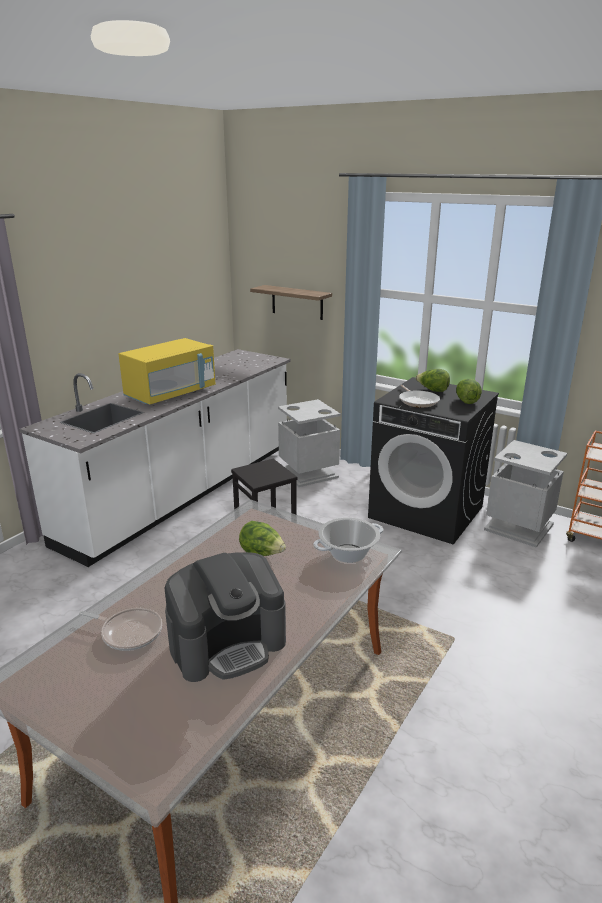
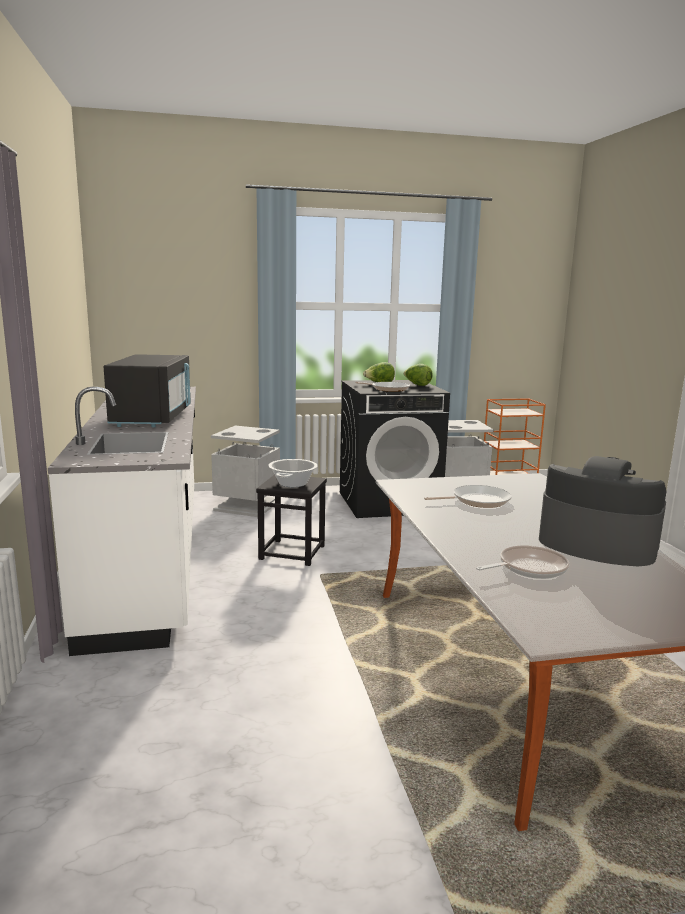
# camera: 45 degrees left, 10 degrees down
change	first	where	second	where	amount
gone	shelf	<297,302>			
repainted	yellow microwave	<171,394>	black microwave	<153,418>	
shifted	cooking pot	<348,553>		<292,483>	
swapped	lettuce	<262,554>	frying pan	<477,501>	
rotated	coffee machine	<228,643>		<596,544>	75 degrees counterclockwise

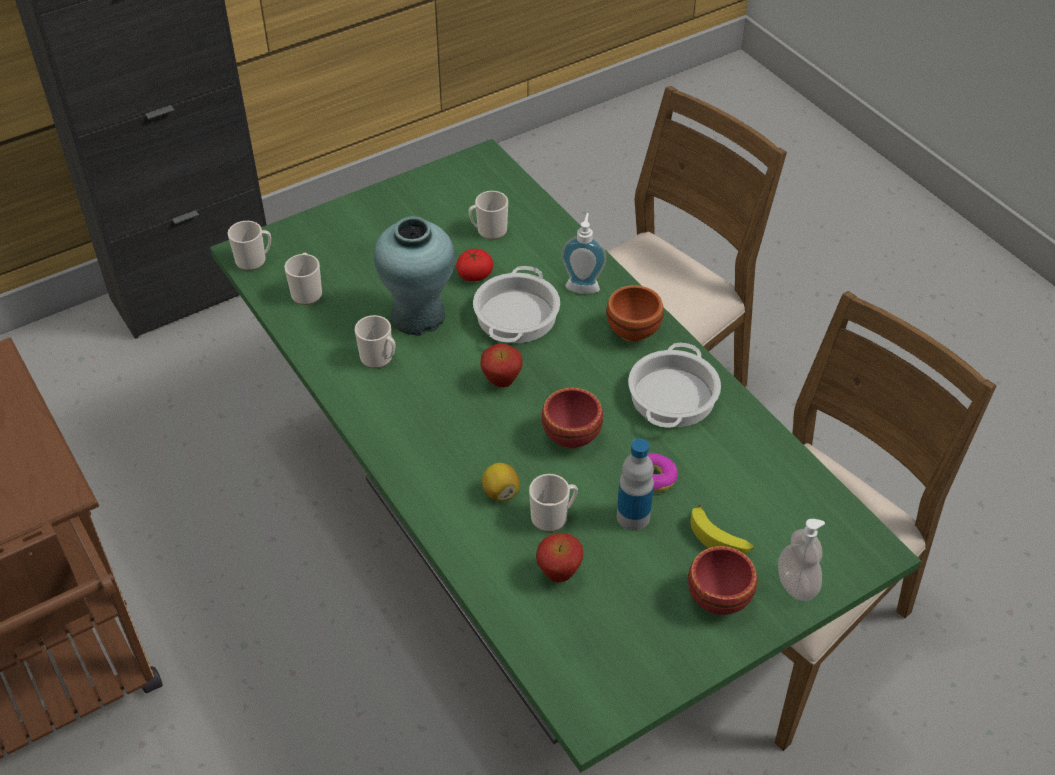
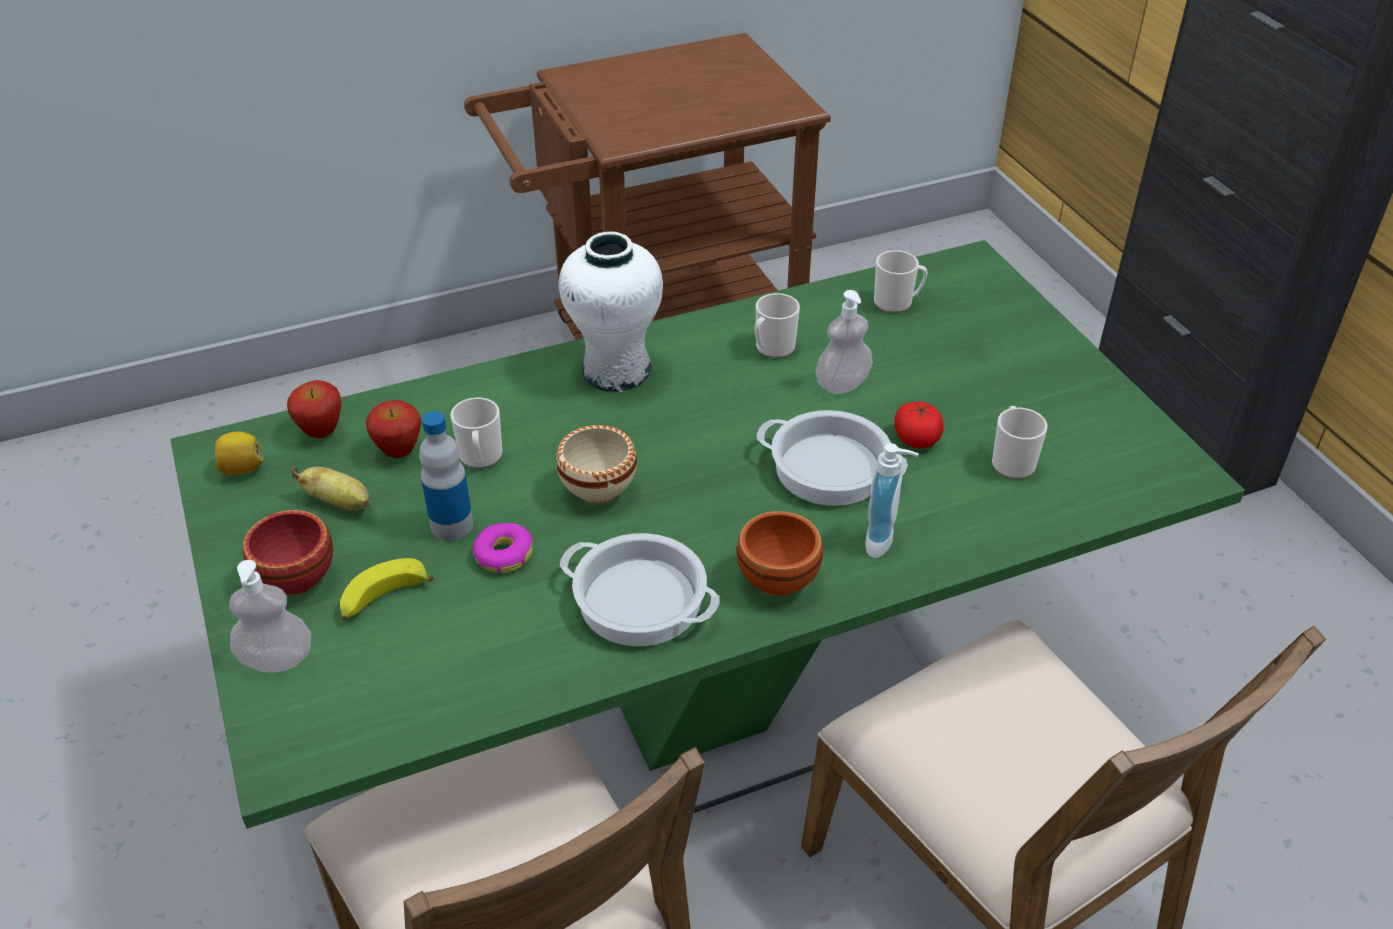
# camera: 100 degrees right, 5 degrees down
change	first	where	second	where	amount
swapped	turquoise vase	<419,316>	soap dispenser	<842,384>	
gone	mug	<254,260>			
shifted	apple	<501,382>		<321,432>	
repainted	red bowl	<573,436>	beige bowl	<599,492>	
shifted	lemon	<500,492>		<242,469>	
new			white vase	<615,370>	
new			banana	<340,503>	

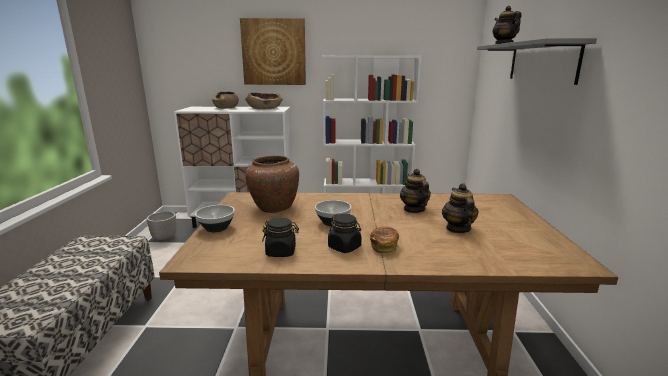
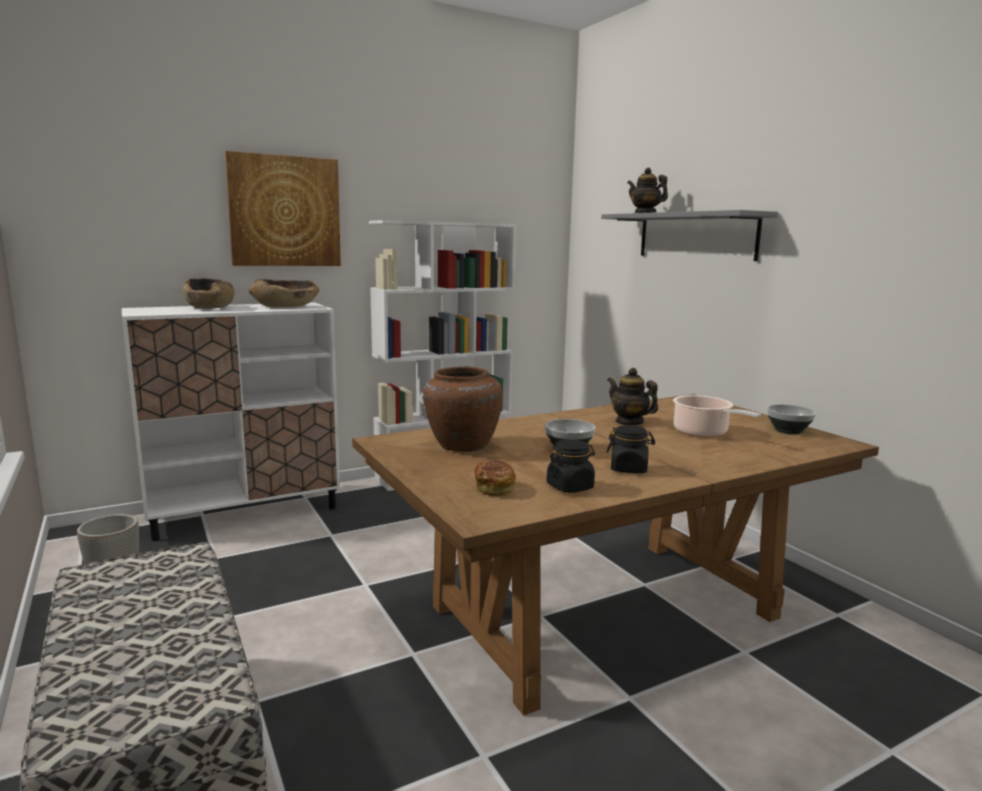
# camera: 30 degrees left, 5 degrees down
change	first	where	second	where	amount
swapped	teapot	<457,229>	cooking pot	<703,433>	
shifted	bowl	<216,228>		<788,431>	
shifted	bread	<384,246>		<494,488>	

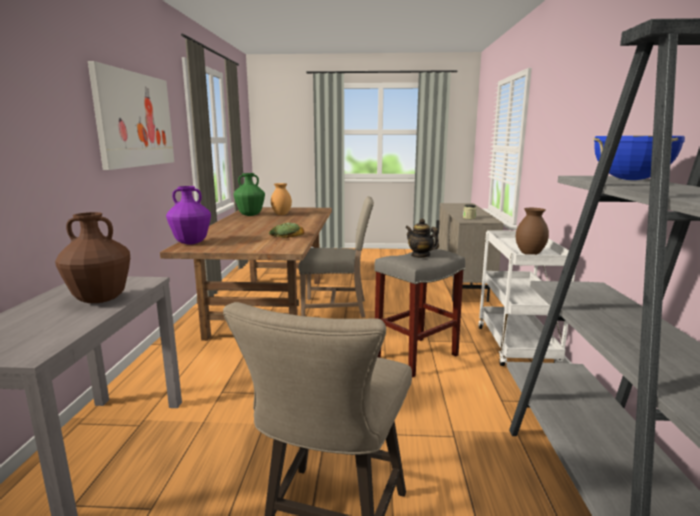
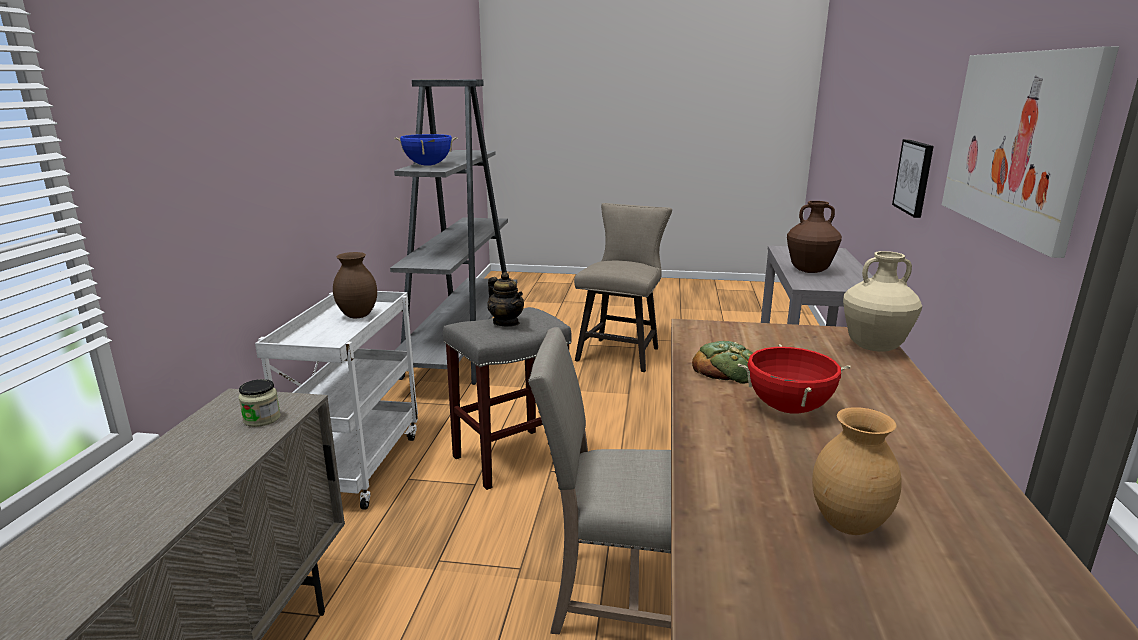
# camera: 175 degrees left, 5 degrees up
change	first	where	second	where	amount
gone	green vase	<250,215>			
repainted	purple vase	<191,243>	beige vase	<873,347>	
new			picture	<914,177>	
new			red cooking pot	<788,408>	

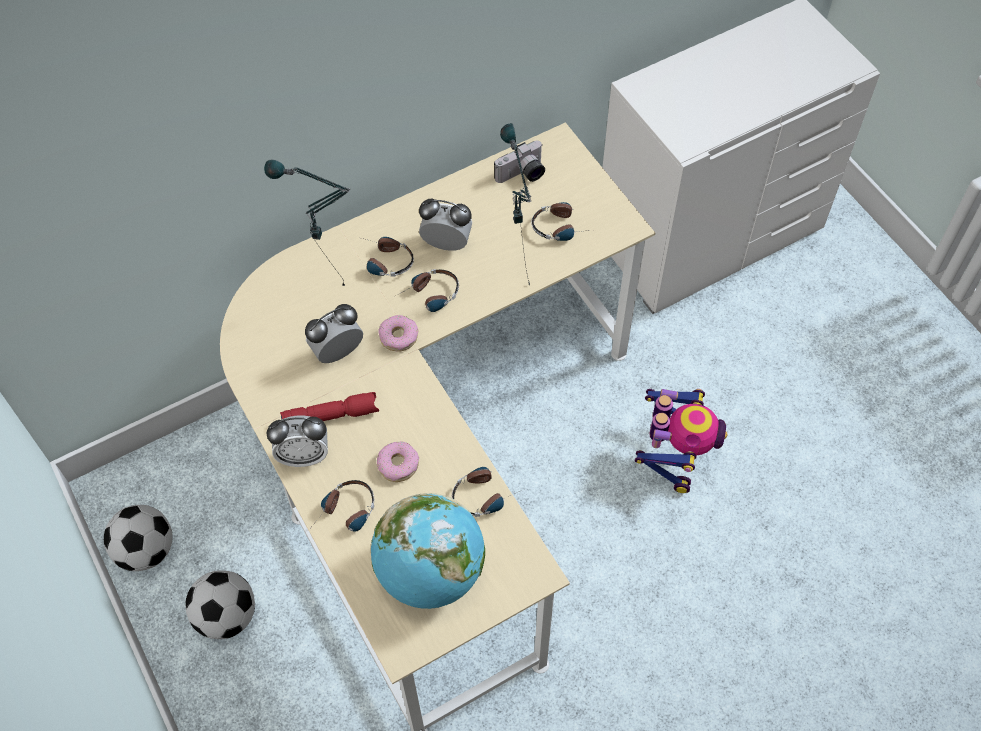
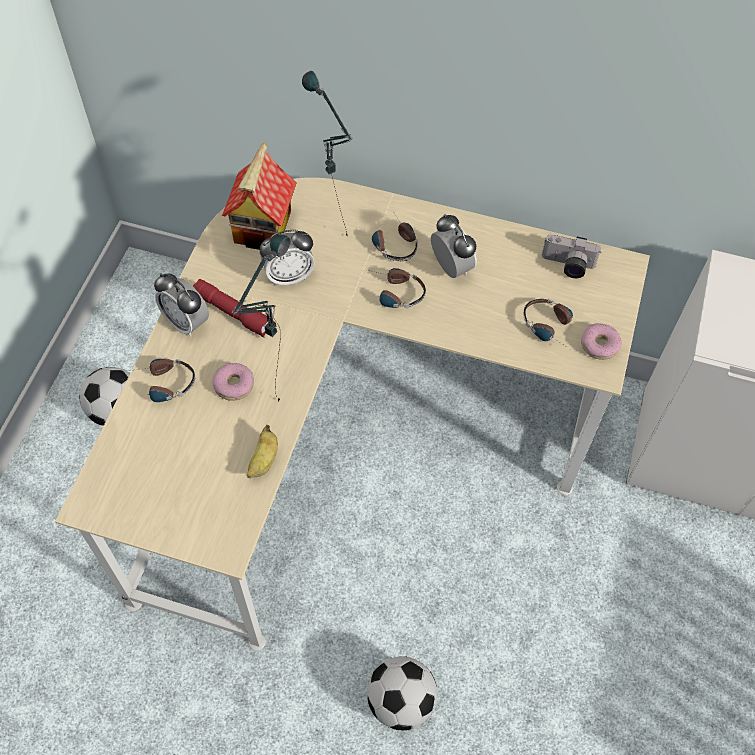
# camera: 45 degrees right, 0 degrees up
change	first	where	second	where	amount
shifted	table lamp	<517,279>		<277,388>	
rotated	alarm clock	<338,352>		<289,276>	150 degrees clockwise
shifted	donut	<398,336>		<599,345>	
gone	toy robot	<674,454>			
swapped	headphones	<486,494>	banana	<263,461>	
gone	globe	<430,573>			
shifted	football	<146,550>		<400,701>	
new			toy house	<263,227>	

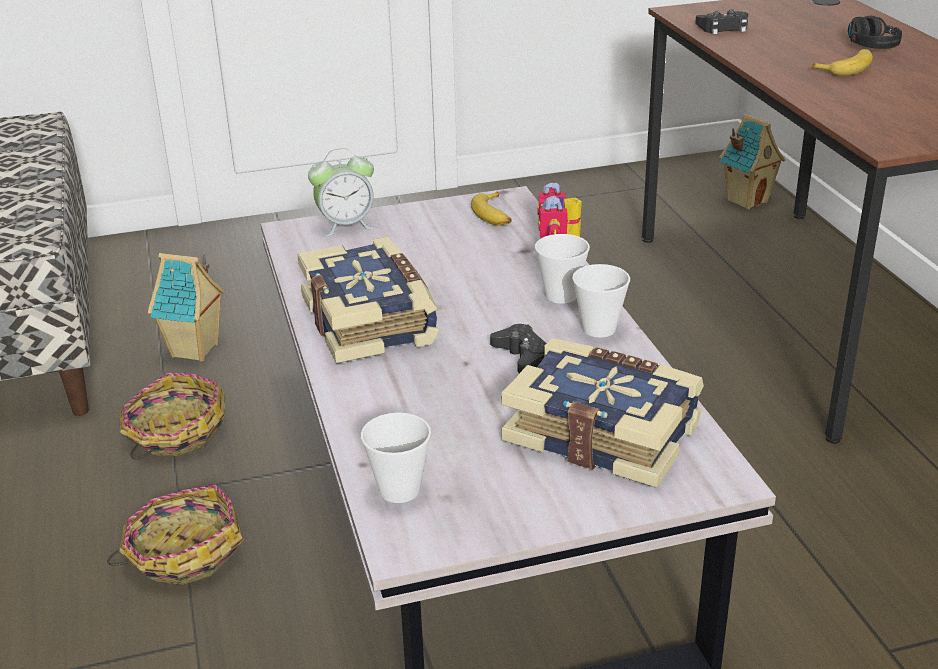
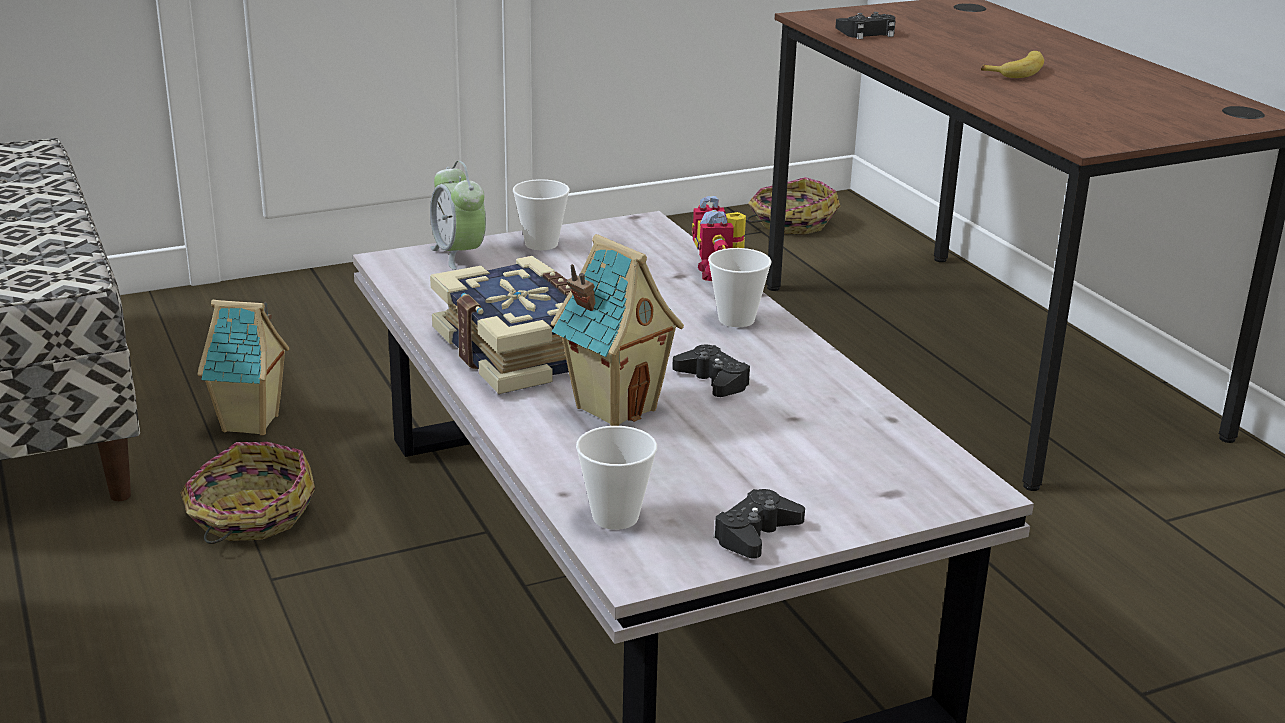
# camera: 10 degrees left, 5 degrees down
change	first	where	second	where	amount
gone	black headphones	<866,44>			
shifted	toy house	<747,200>		<615,407>	
rotated	alarm clock	<346,226>		<458,255>	90 degrees clockwise
gone	banana	<494,215>			
shifted	cup	<599,329>		<541,244>	
gone	book	<603,433>			
shifted	basket	<183,552>		<790,222>	
new			black game controller	<756,534>	

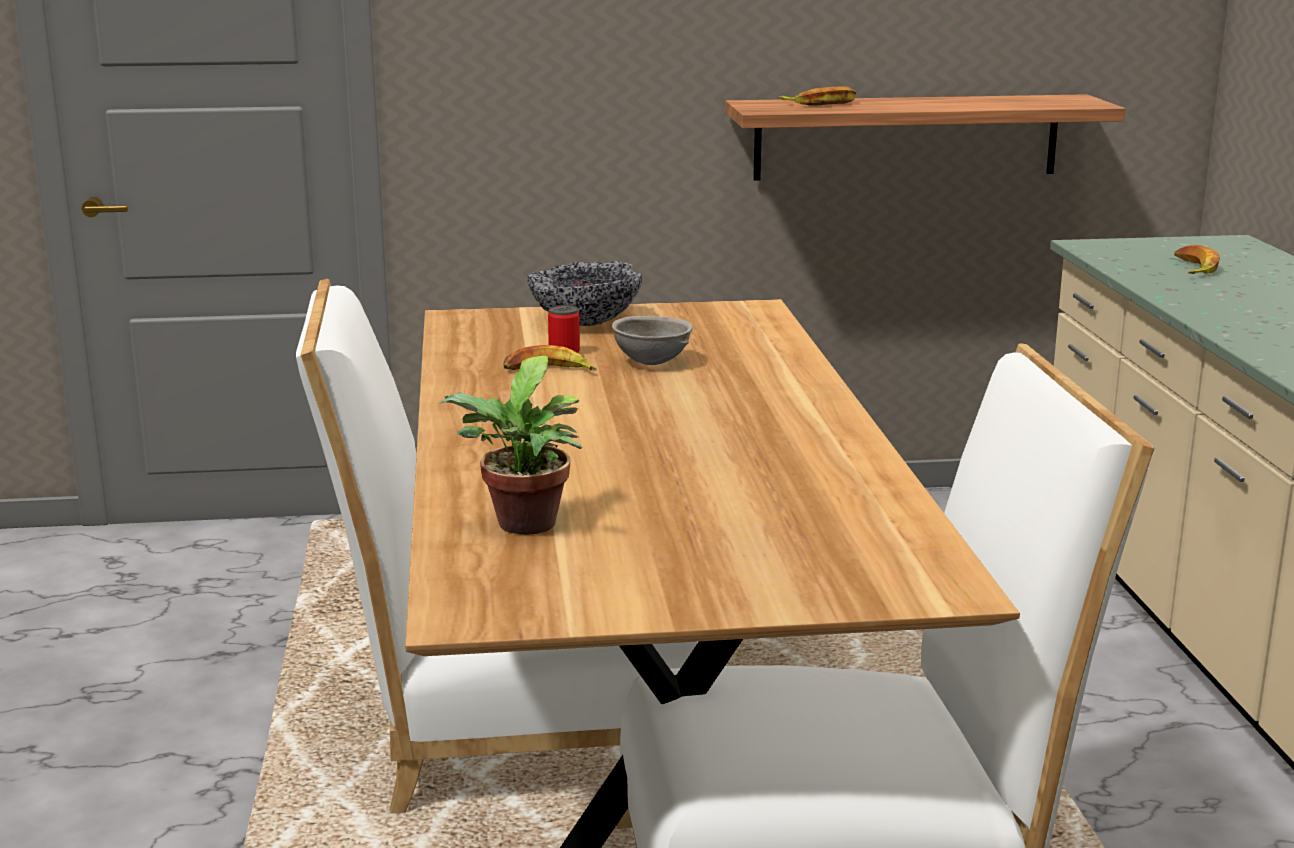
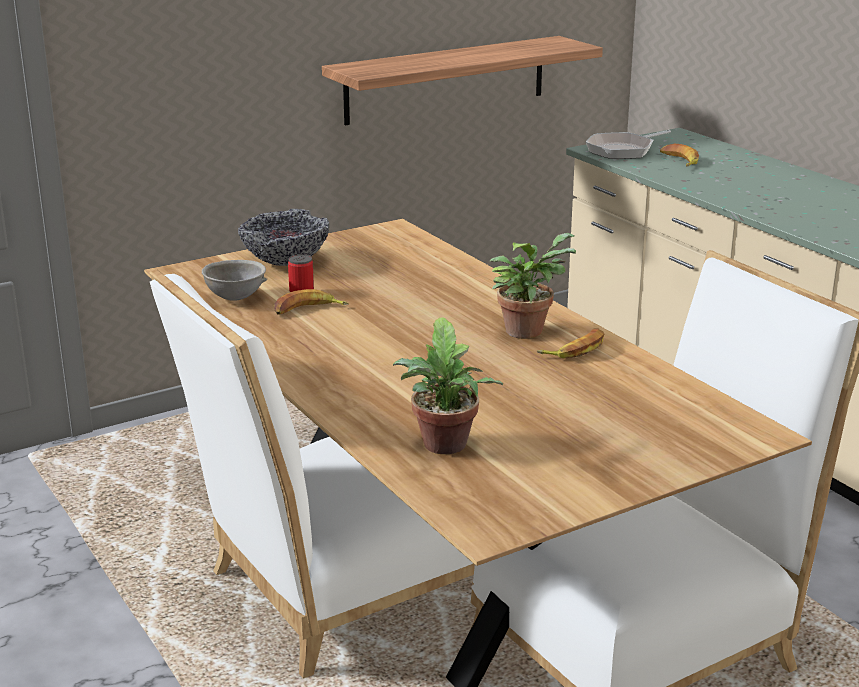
# camera: 25 degrees left, 5 degrees up
change	first	where	second	where	amount
shifted	banana	<821,103>		<575,349>	
shifted	grey bowl	<652,363>		<235,298>	
new			frying pan	<623,150>	
new			potted plant	<526,329>	

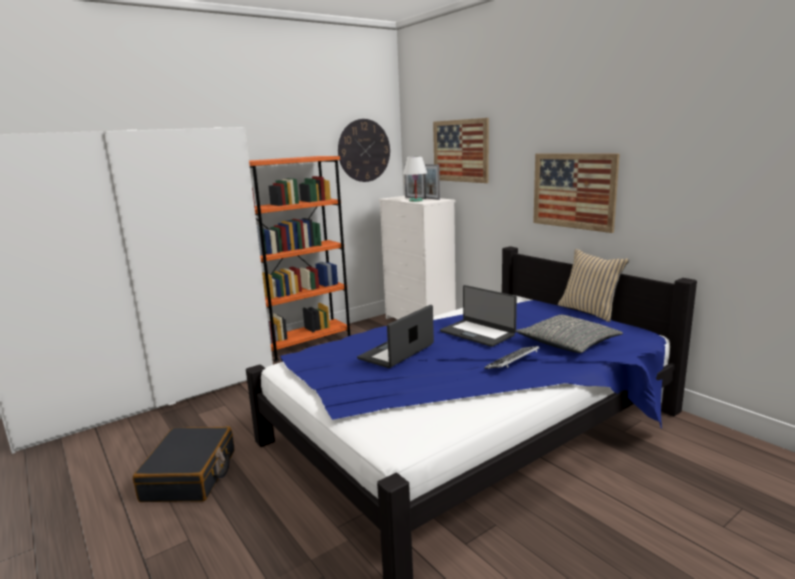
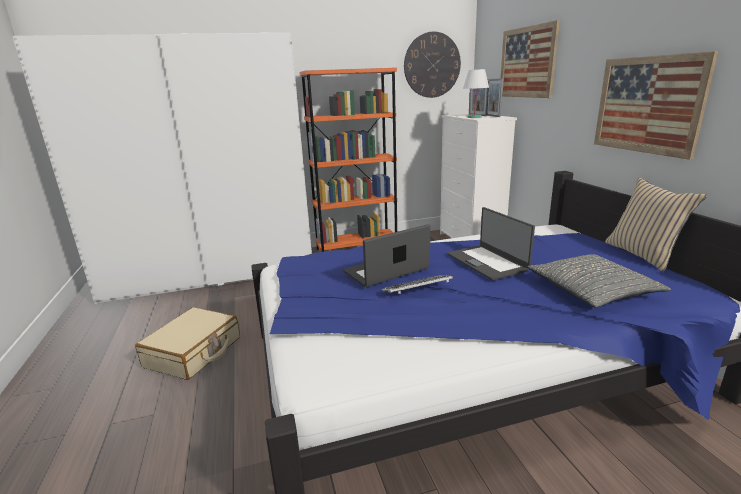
# camera: 20 degrees right, 5 degrees up
change	first	where	second	where	amount
shifted	keyboard	<512,362>		<417,289>	
repainted	black suitcase	<190,475>	beige suitcase	<194,352>	

